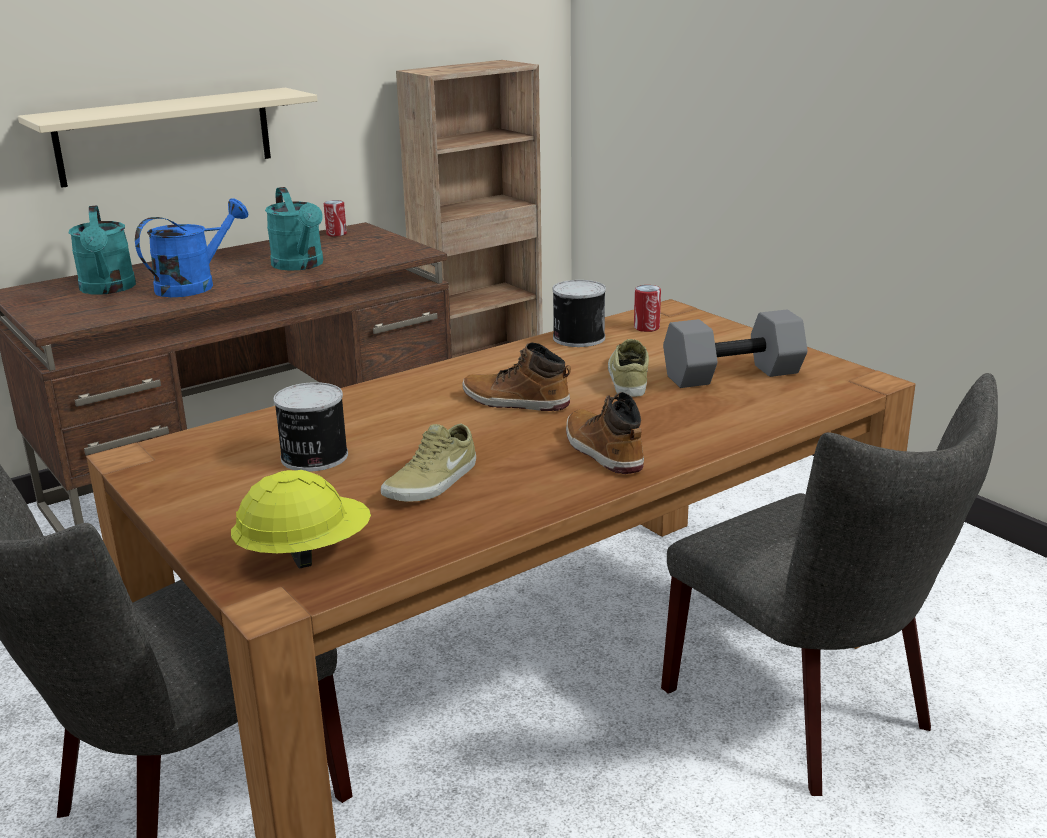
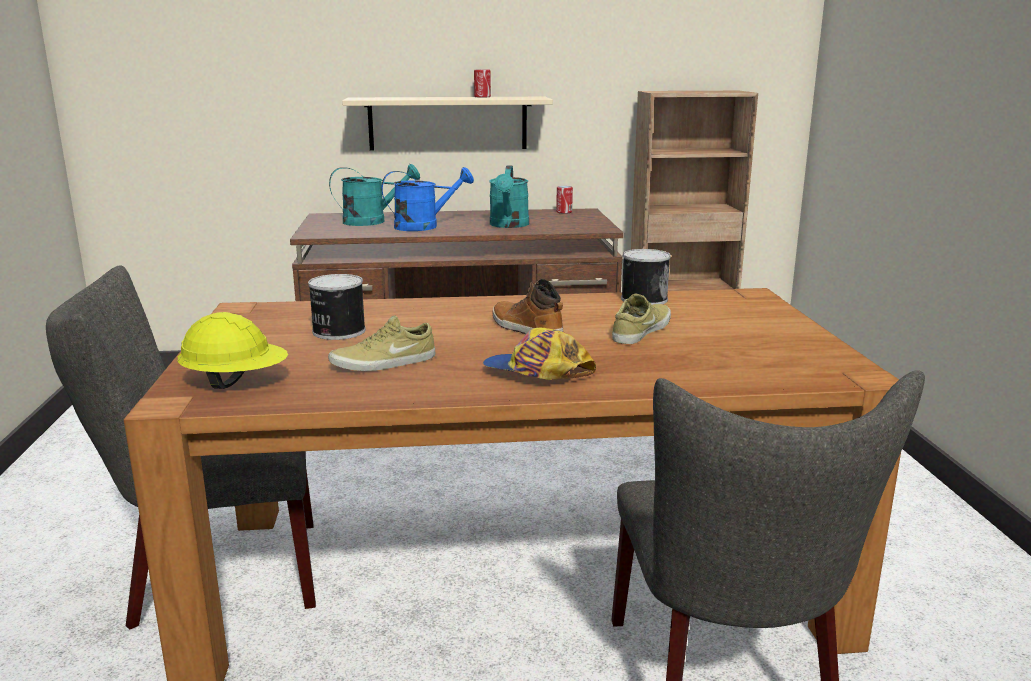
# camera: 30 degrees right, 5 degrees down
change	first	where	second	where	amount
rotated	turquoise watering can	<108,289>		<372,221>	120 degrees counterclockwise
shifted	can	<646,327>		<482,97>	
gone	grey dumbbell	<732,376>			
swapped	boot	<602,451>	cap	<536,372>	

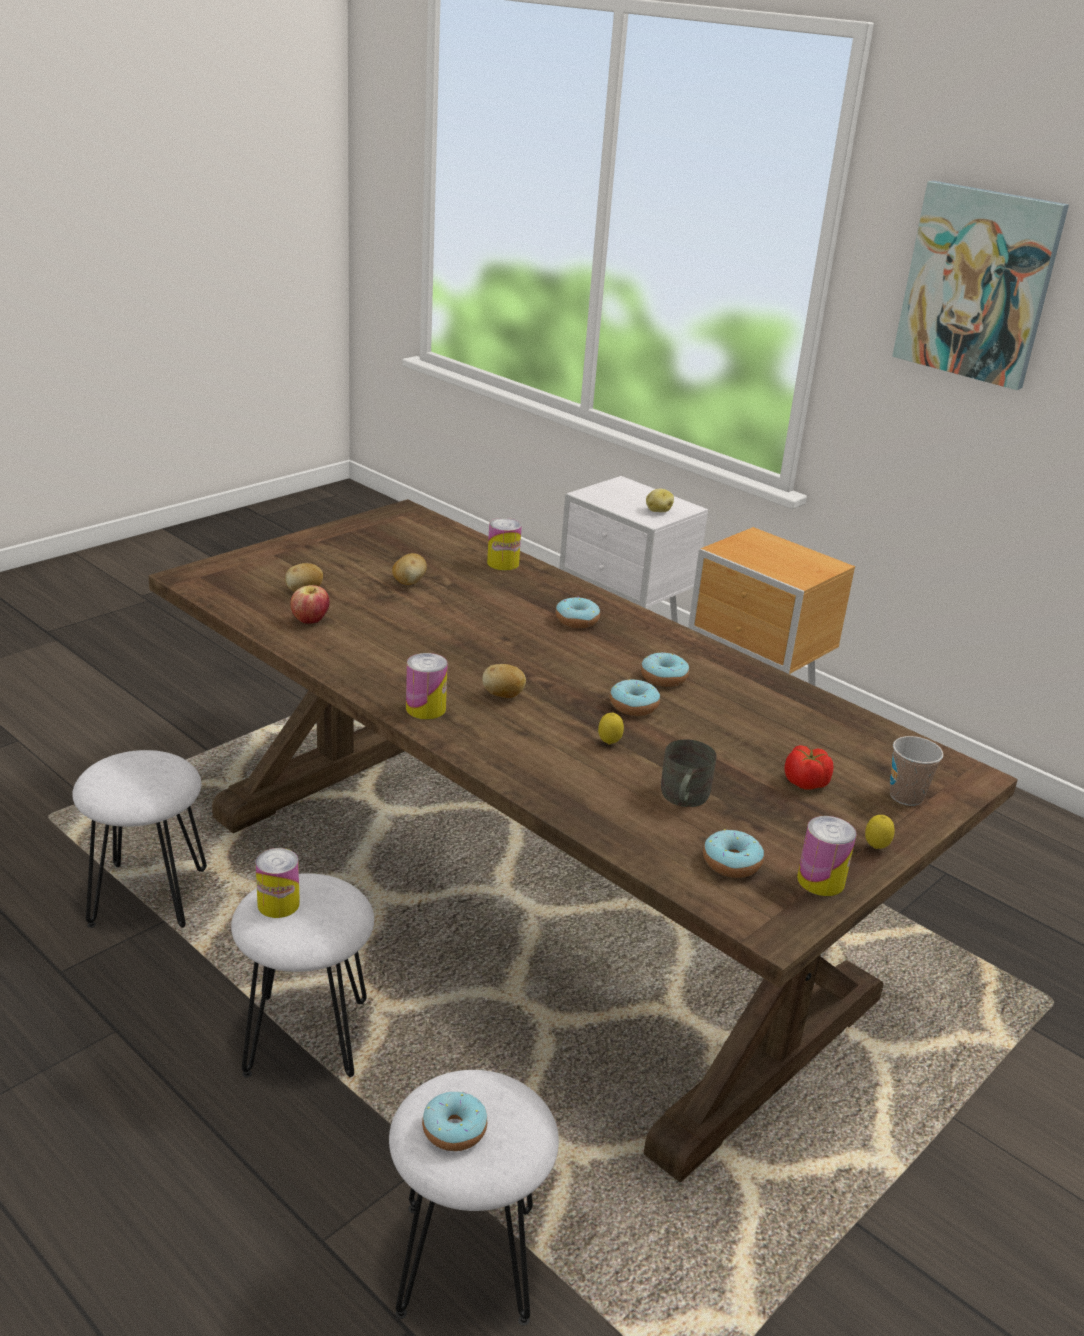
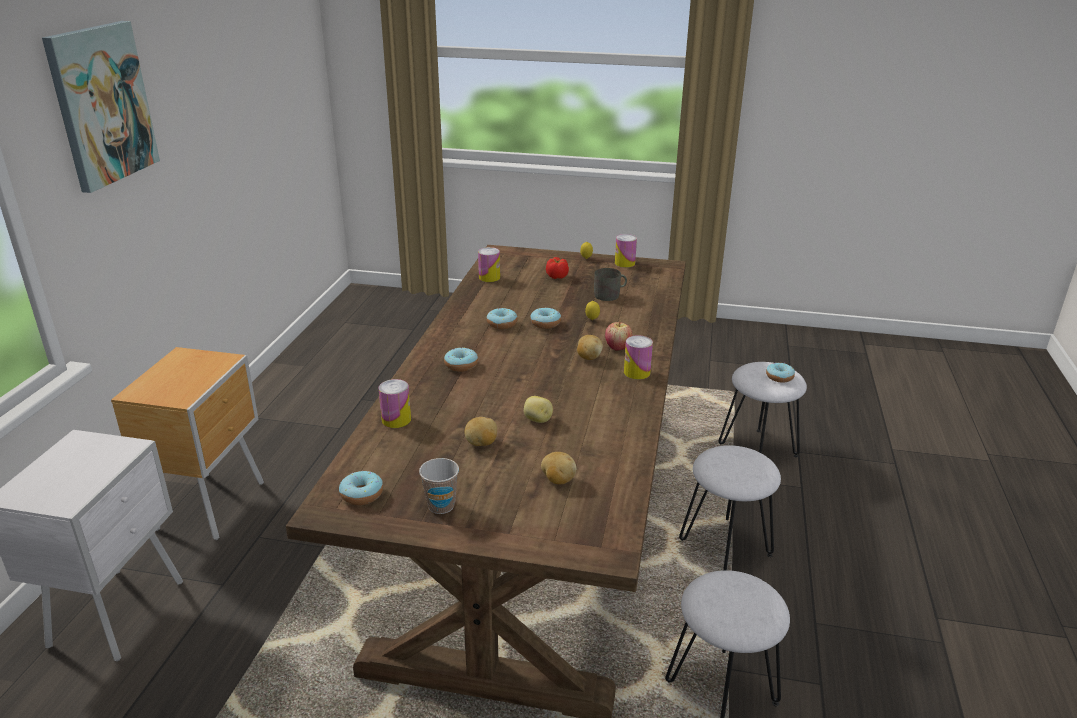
# camera: 120 degrees left, 0 degrees up
change	first	where	second	where	amount
shifted	potato	<658,511>		<538,420>	
shifted	apple	<310,621>		<618,347>	
shifted	cup	<906,796>		<441,506>	
shifted	donut	<731,863>		<362,495>	
shifted	can	<278,904>		<489,277>	

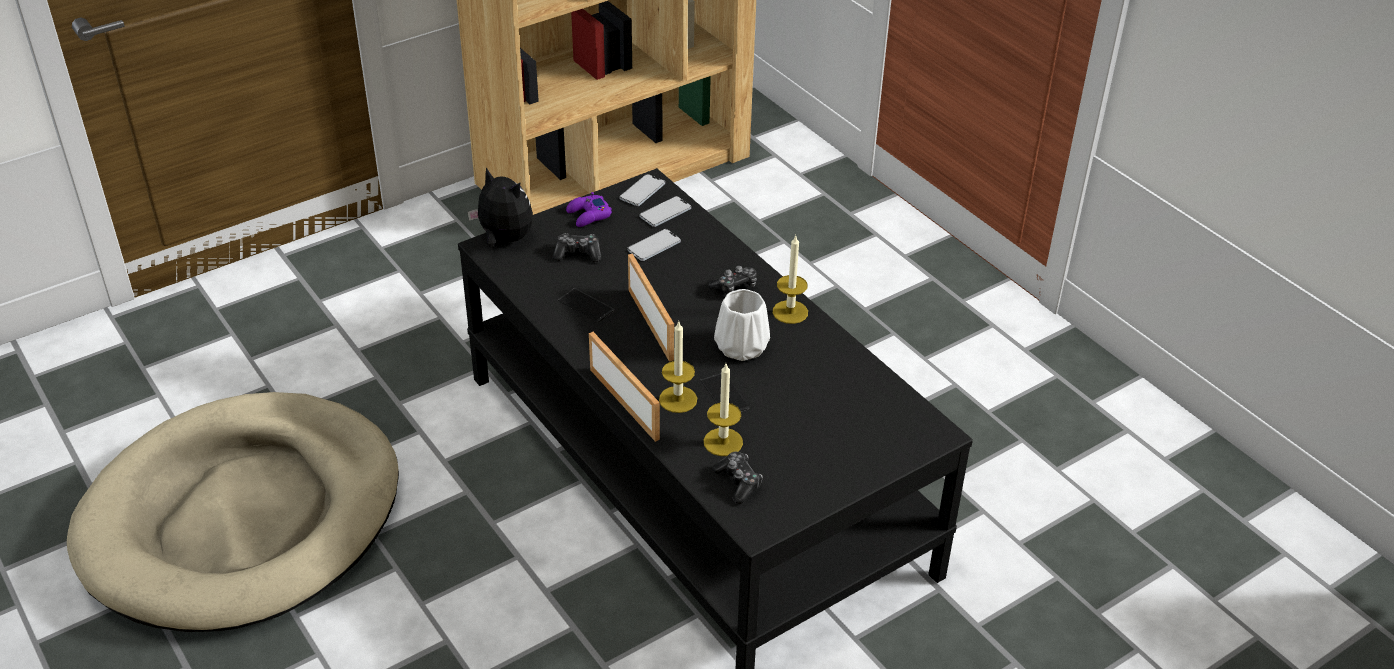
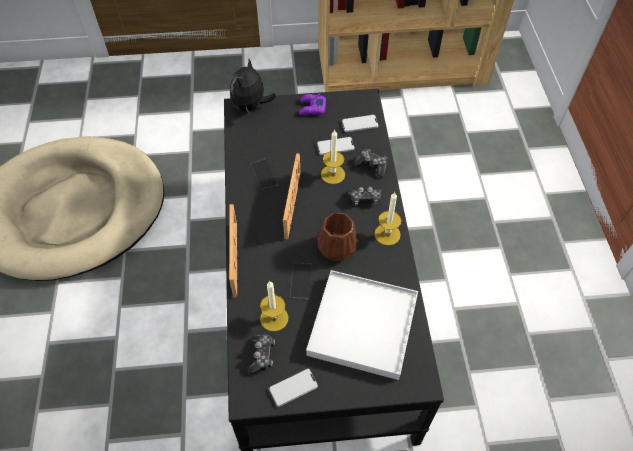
# camera: 30 degrees right, 15 degrees up
change	first	where	second	where	amount
rotated	plush toy	<504,239>		<251,106>	135 degrees counterclockwise
shifted	phone	<642,191>		<293,388>	
shifted	game controller	<578,254>		<372,166>	
repainted	white vase	<740,347>	brown vase	<336,248>	
shifted	candle	<678,399>		<333,174>	
new			white tray	<362,326>	

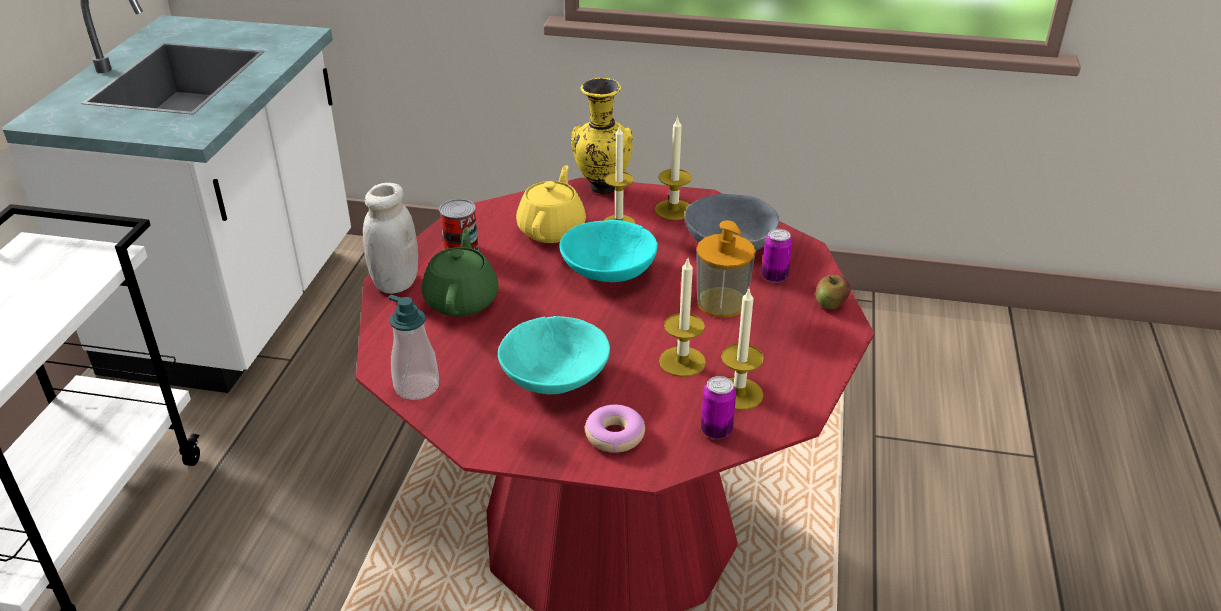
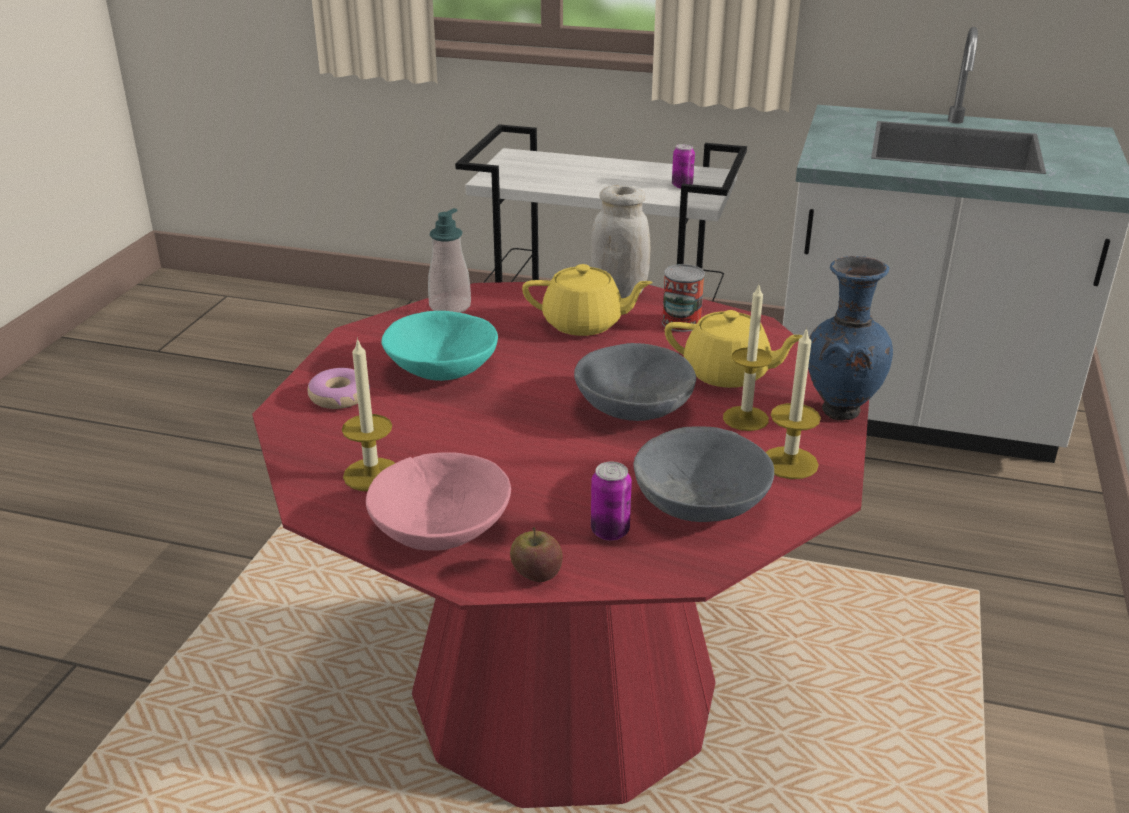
# camera: 95 degrees right, 5 degrees down
change	first	where	second	where	amount
repainted	yellow vase	<601,189>	blue vase	<838,410>	
repainted	turquoise bowl	<607,271>	grey bowl	<633,406>	
gone	soap dispenser	<722,302>			
repainted	green teapot	<462,300>	yellow teapot	<584,324>	
gone	candle	<682,361>			
shifted	can	<716,431>		<682,185>	
new			pink bowl	<441,530>	

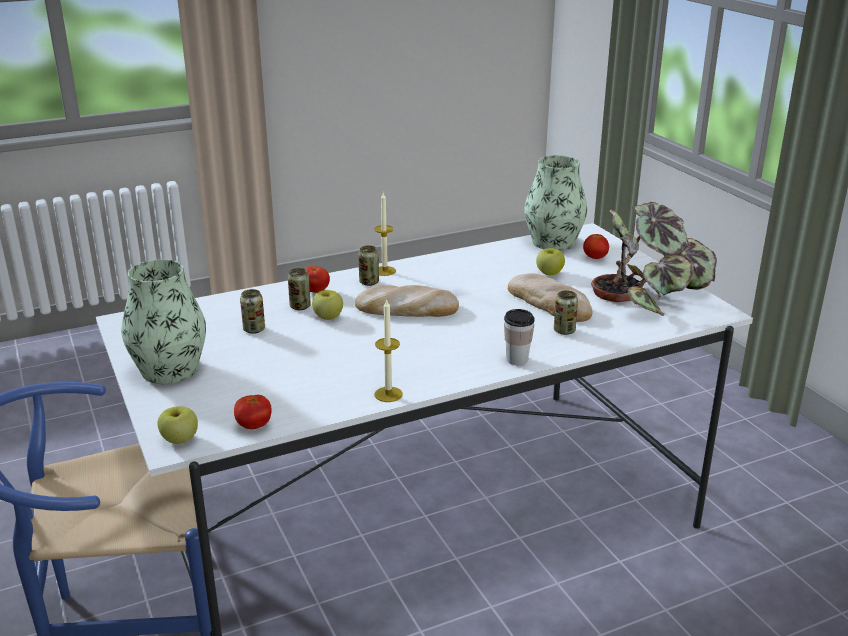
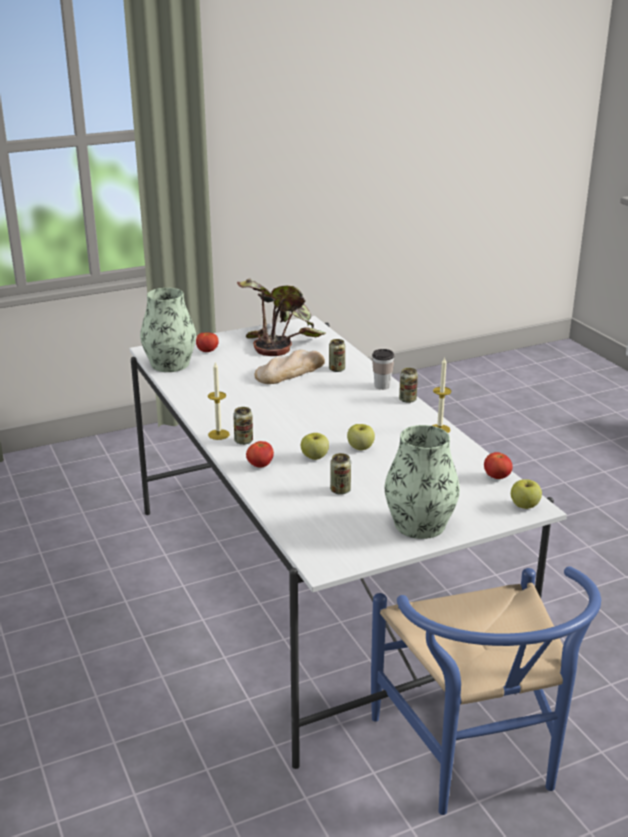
# camera: 90 degrees left, 0 degrees up
change	first	where	second	where	amount
shifted	apple	<549,273>		<360,448>	
shifted	can	<300,306>		<407,399>	
gone	bread	<406,308>			

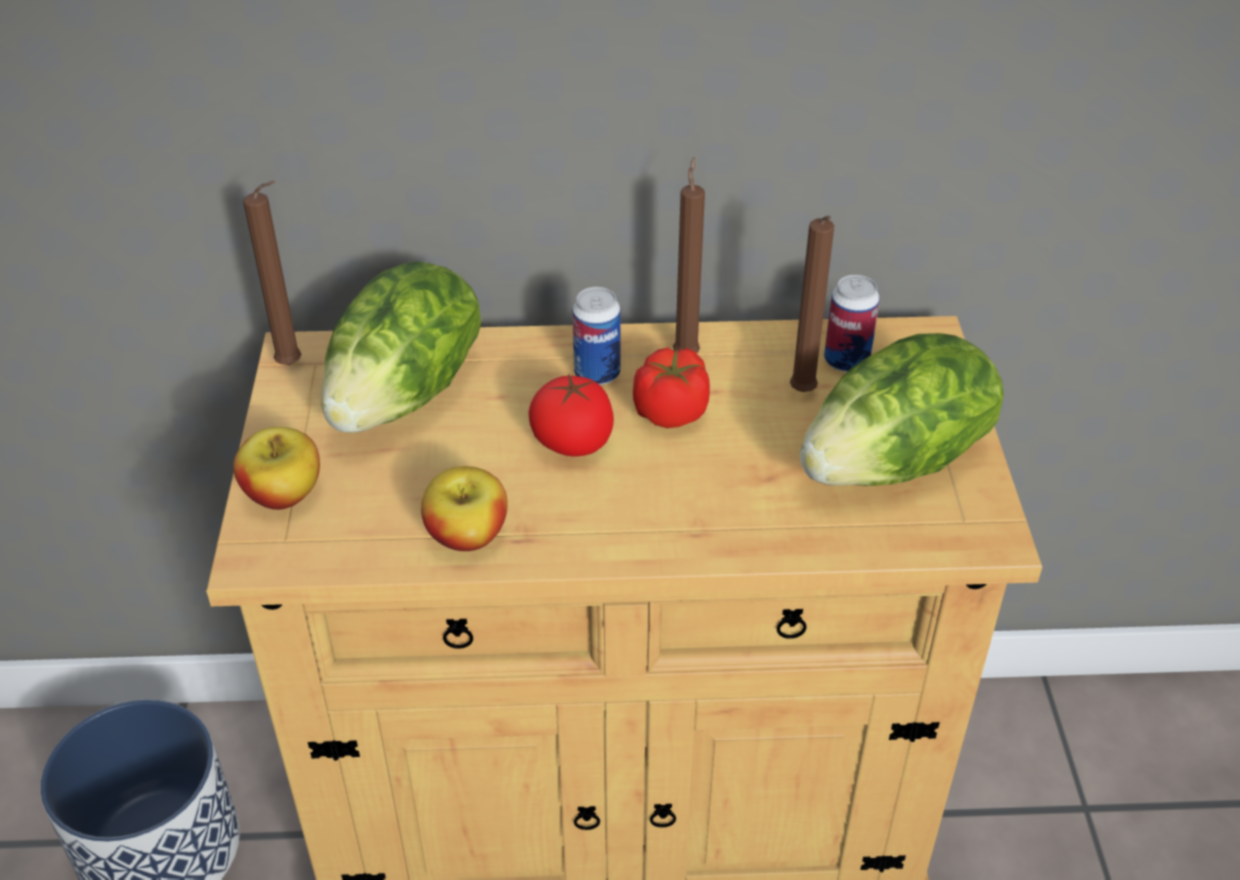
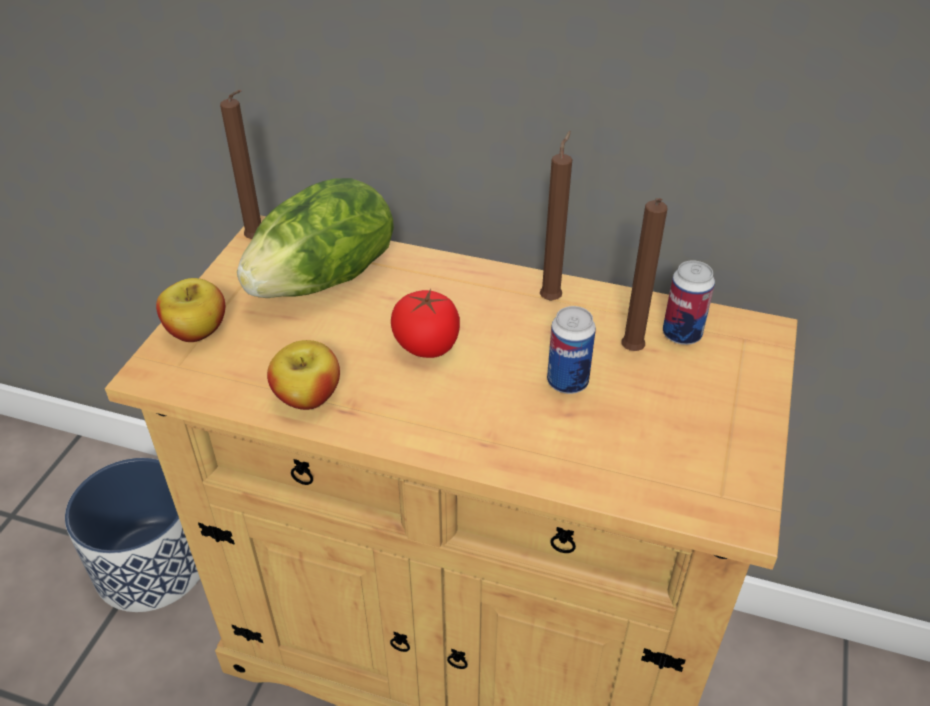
# camera: 20 degrees right, 0 degrees up
change	first	where	second	where	amount
shifted	can	<597,373>		<567,382>	
gone	lettuce	<897,462>			
gone	tomato	<671,411>			

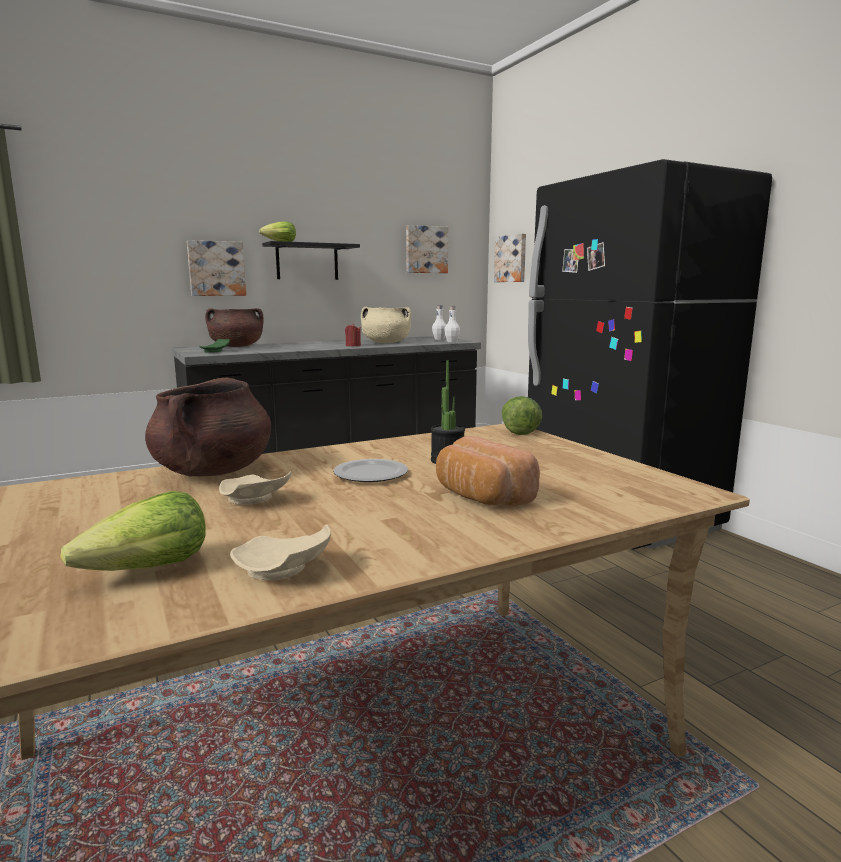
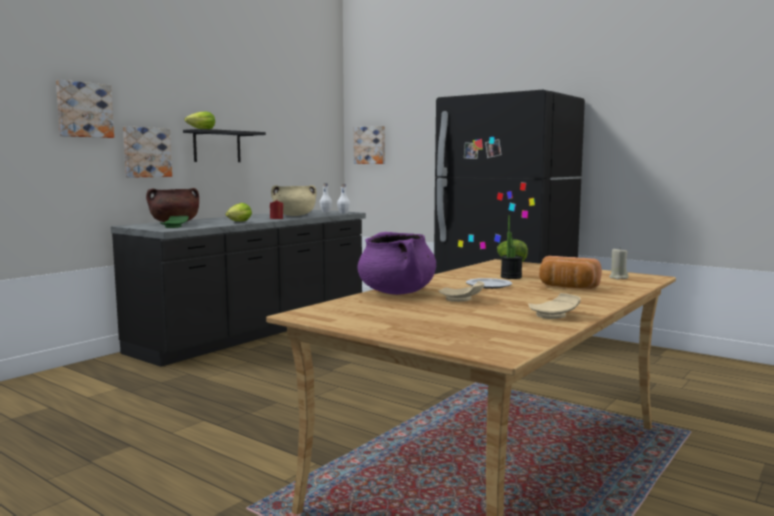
# camera: 25 degrees left, 5 degrees down
change	first	where	second	where	amount
shifted	picture	<426,249>		<84,110>	
repainted	brown cooking pot	<213,471>	purple cooking pot	<397,293>	
shifted	lettuce	<149,570>		<239,222>	
new			beige candle	<618,277>	

